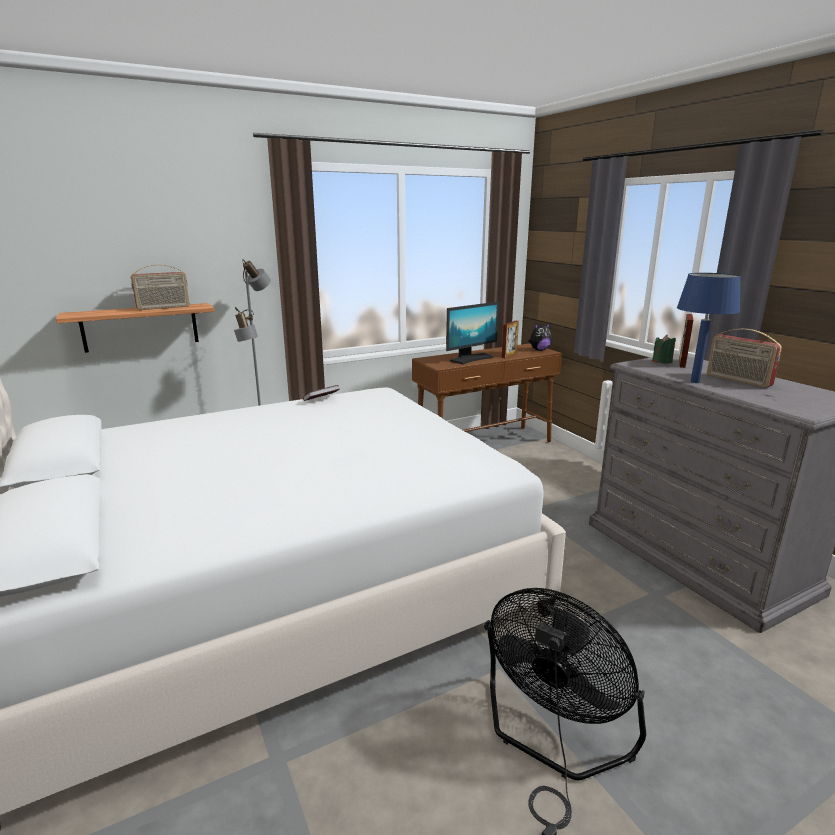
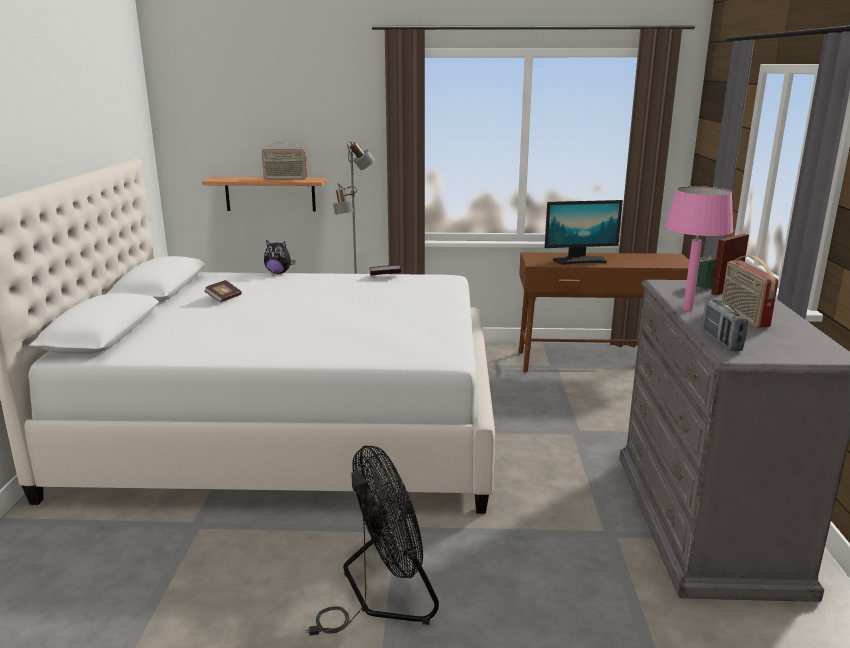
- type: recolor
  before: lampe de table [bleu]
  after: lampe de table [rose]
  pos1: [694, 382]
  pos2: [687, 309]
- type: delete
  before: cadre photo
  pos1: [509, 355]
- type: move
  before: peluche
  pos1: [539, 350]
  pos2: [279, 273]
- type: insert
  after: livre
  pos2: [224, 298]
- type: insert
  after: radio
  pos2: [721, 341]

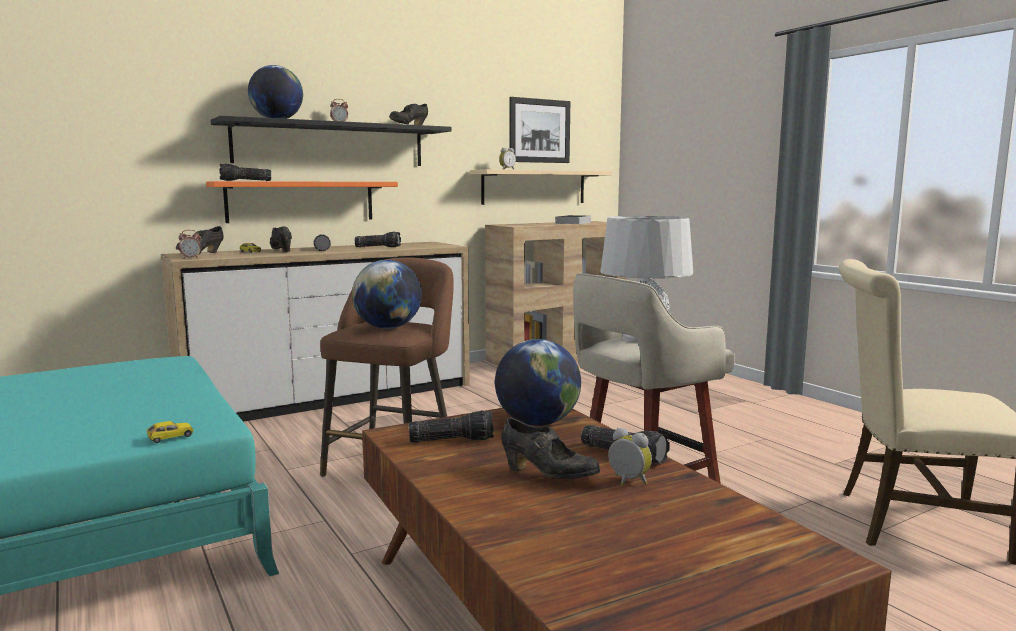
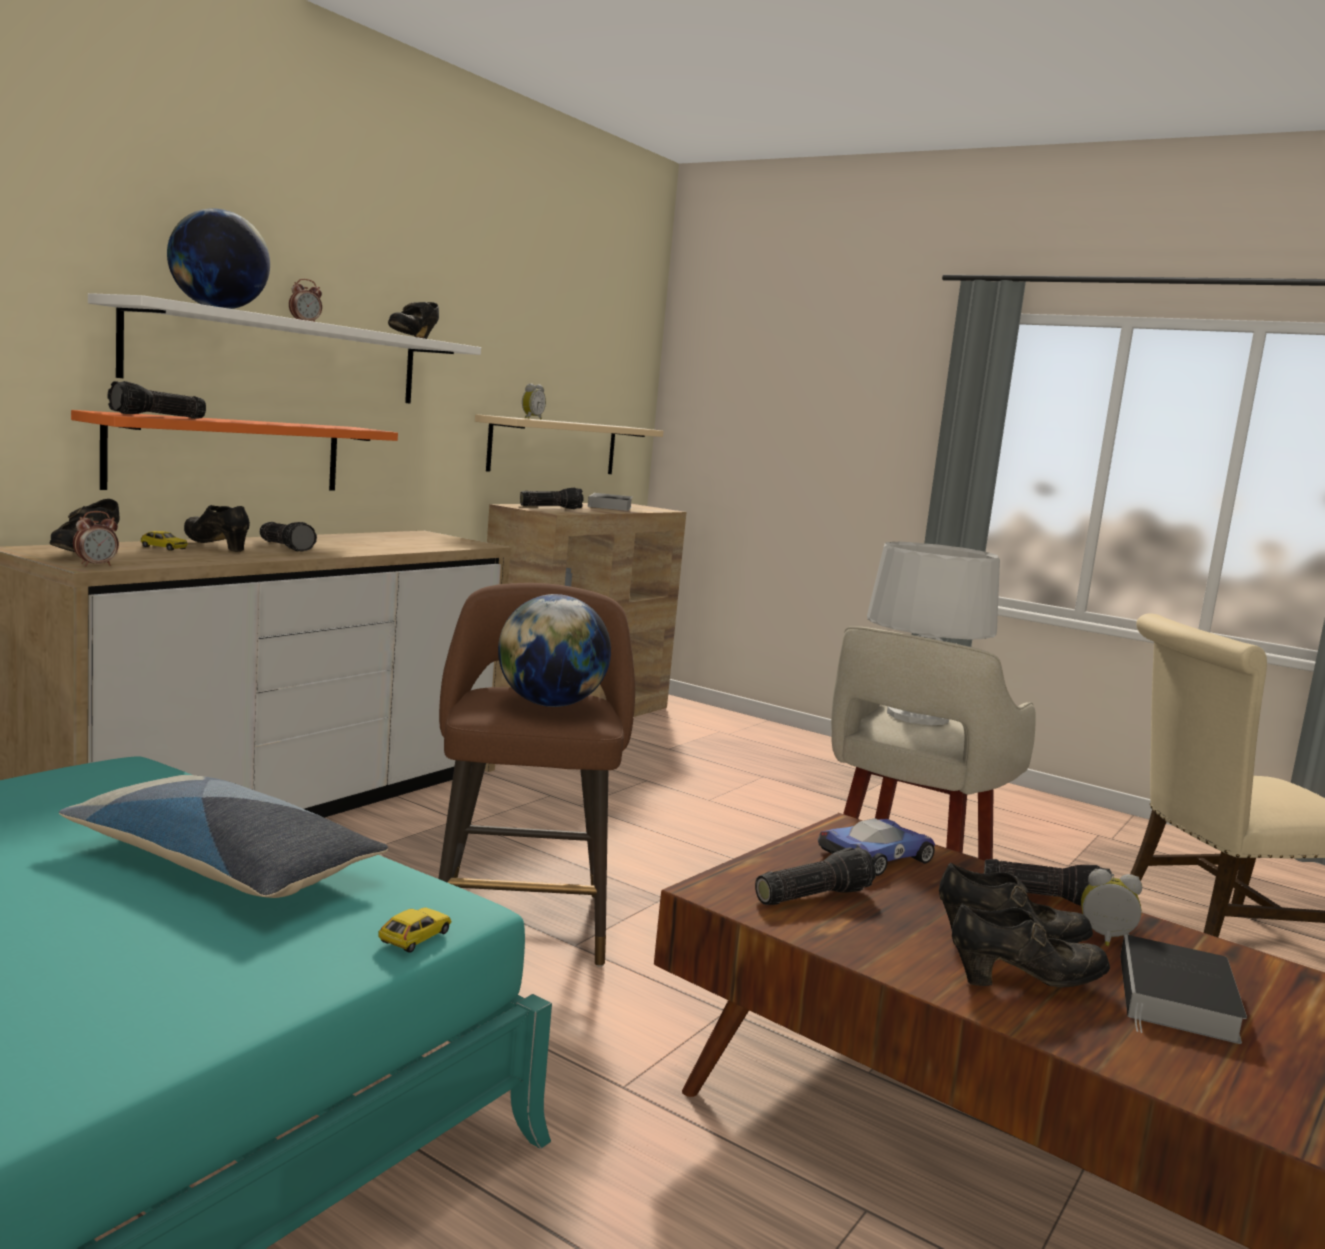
- type: delete
  before: tableau
  pos1: [539, 131]
- type: recolor
  before: étagère [noir]
  after: étagère [blanc]
  pos1: [331, 144]
  pos2: [282, 357]
- type: move
  before: lampe de poche
  pos1: [378, 247]
  pos2: [551, 507]
- type: replace
  before: globe
  after: petite voiture
  pos1: [537, 423]
  pos2: [877, 856]
- type: insert
  after: coussin
  pos2: [221, 864]
- type: insert
  after: chaussure [noir]
  pos2: [1025, 983]
- type: insert
  after: livre
  pos2: [1178, 1000]

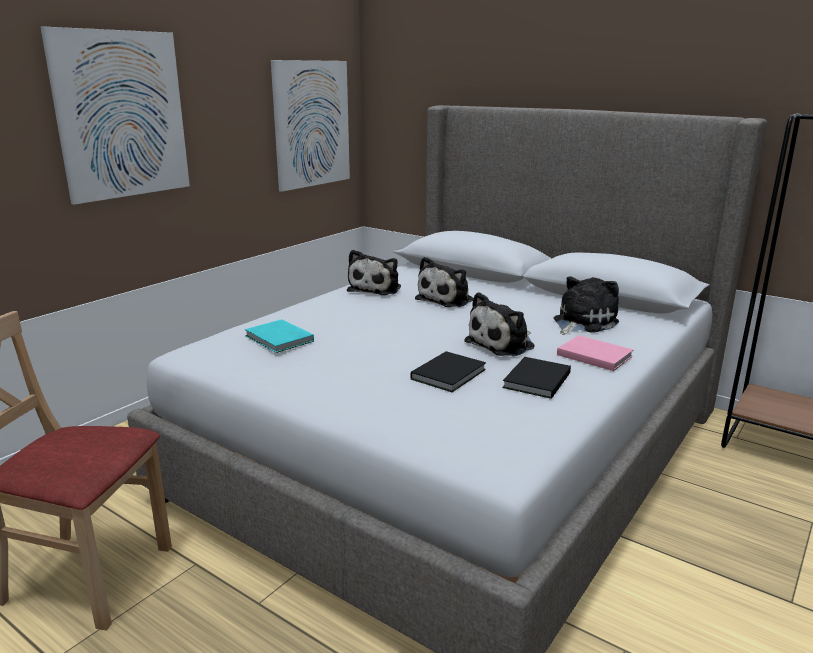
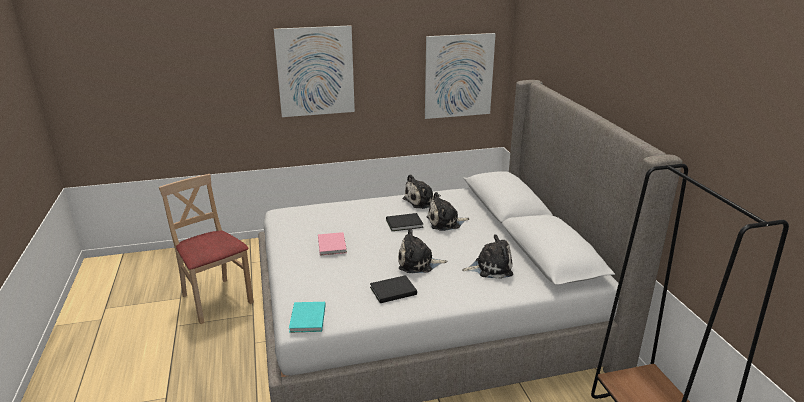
- type: move
  before: livre [turquoise]
  pos1: [279, 339]
  pos2: [307, 319]
- type: move
  before: livre [rose]
  pos1: [593, 355]
  pos2: [332, 245]
- type: move
  before: livre [noir]
  pos1: [450, 374]
  pos2: [405, 224]

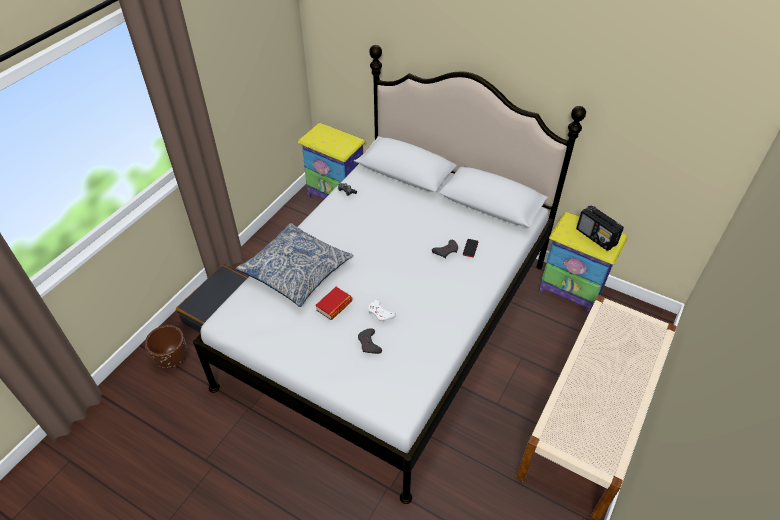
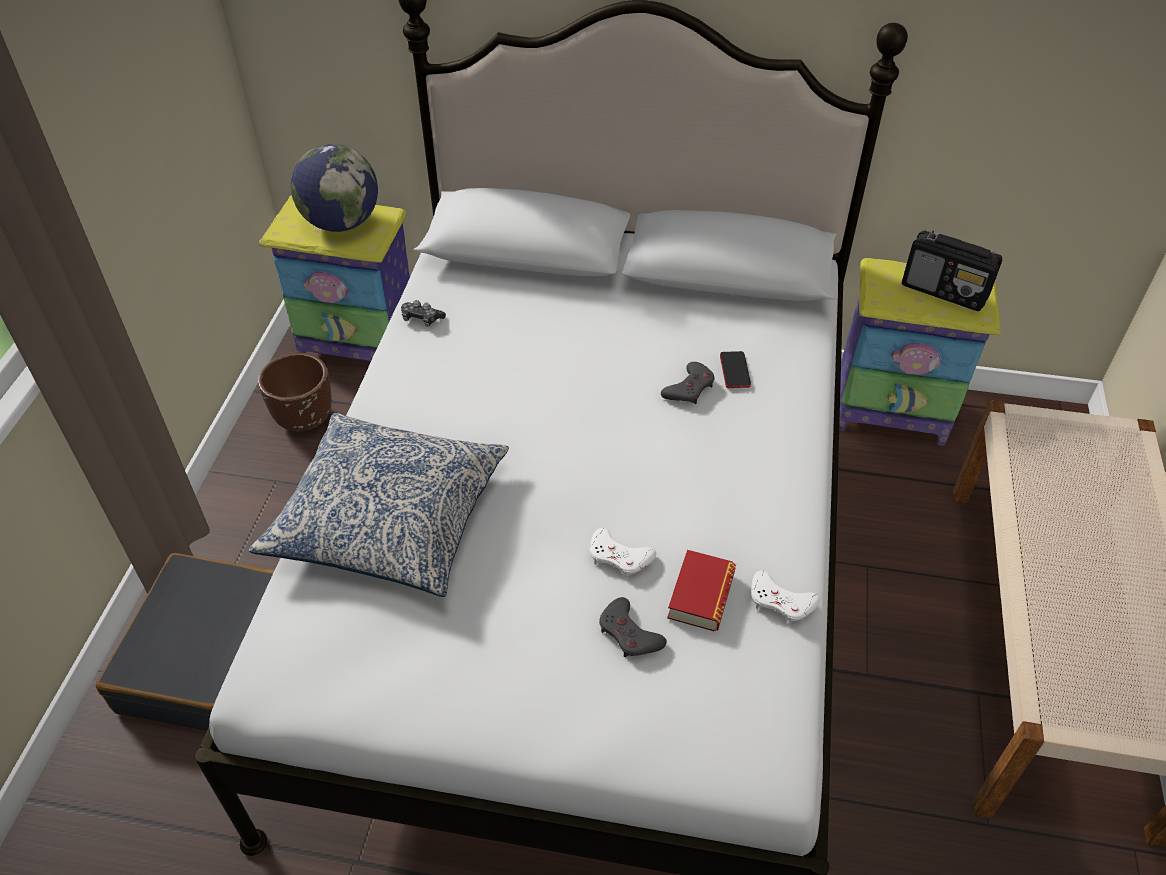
- type: move
  before: livre
  pos1: [334, 306]
  pos2: [701, 595]
- type: move
  before: cache-pot [marron]
  pos1: [172, 359]
  pos2: [304, 419]
- type: insert
  after: globe
  pos2: [341, 223]
- type: insert
  after: manette [blanc]
  pos2: [781, 602]

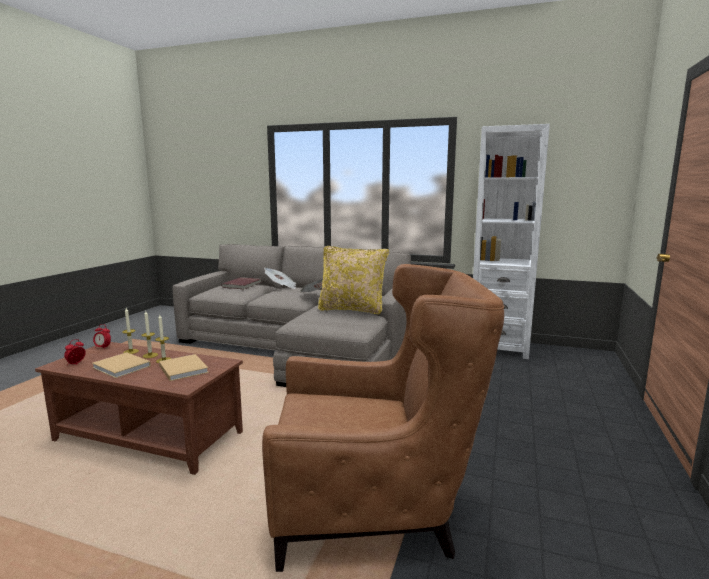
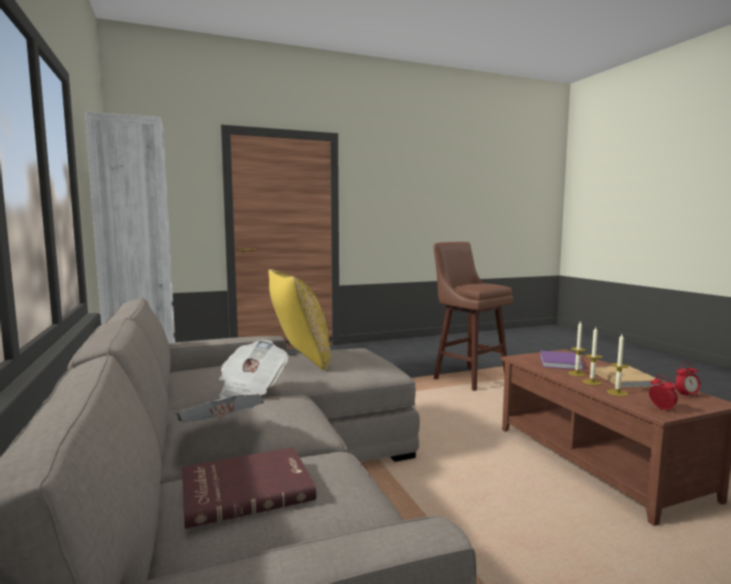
- type: replace
  before: fauteuil [marron]
  after: tabouret [marron]
  pos1: [374, 509]
  pos2: [469, 378]
- type: recolor
  before: livre [beige]
  after: livre [violet]
  pos1: [183, 368]
  pos2: [560, 362]

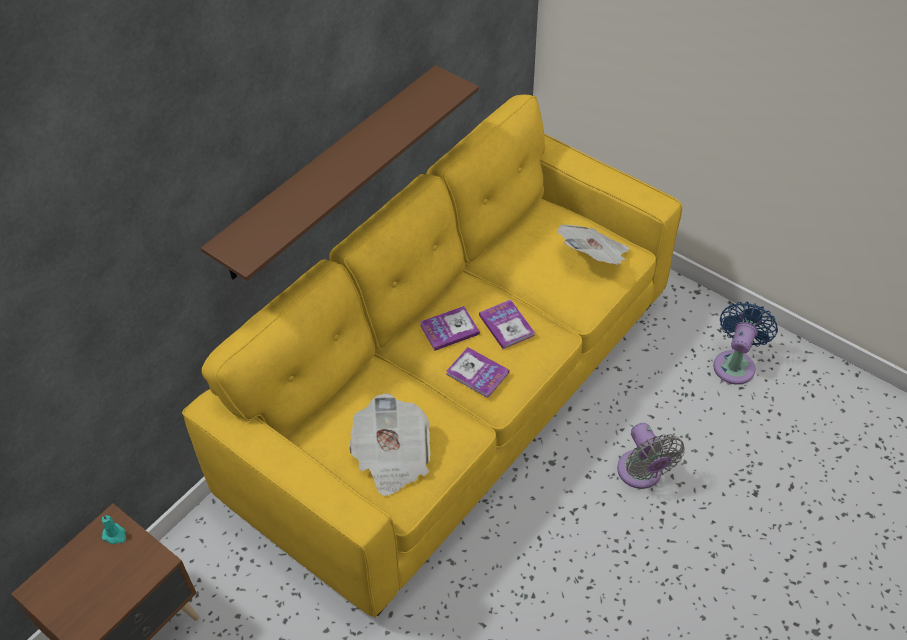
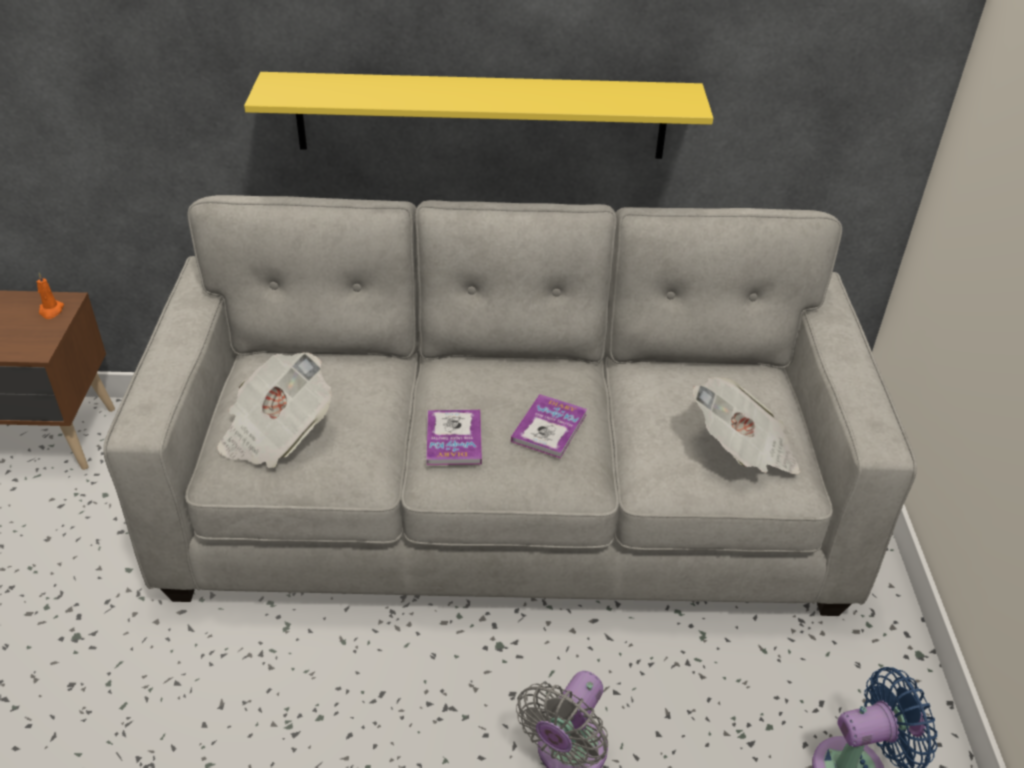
- type: recolor
  before: étagère [marron]
  after: étagère [jaune]
  pos1: [330, 172]
  pos2: [481, 115]
- type: recolor
  before: canapé [jaune]
  after: canapé [gris]
  pos1: [455, 395]
  pos2: [509, 507]
- type: delete
  before: livre
  pos1: [449, 329]
- type: recolor
  before: bougie [turquoise]
  after: bougie [orange]
  pos1: [115, 535]
  pos2: [51, 311]

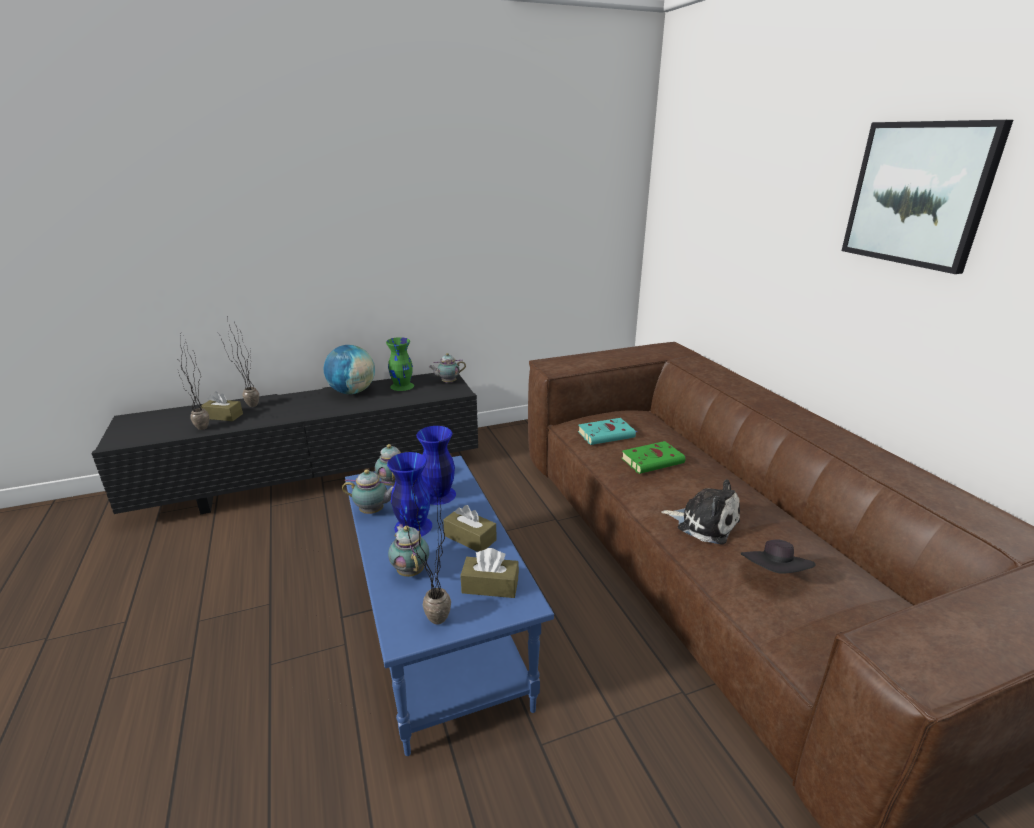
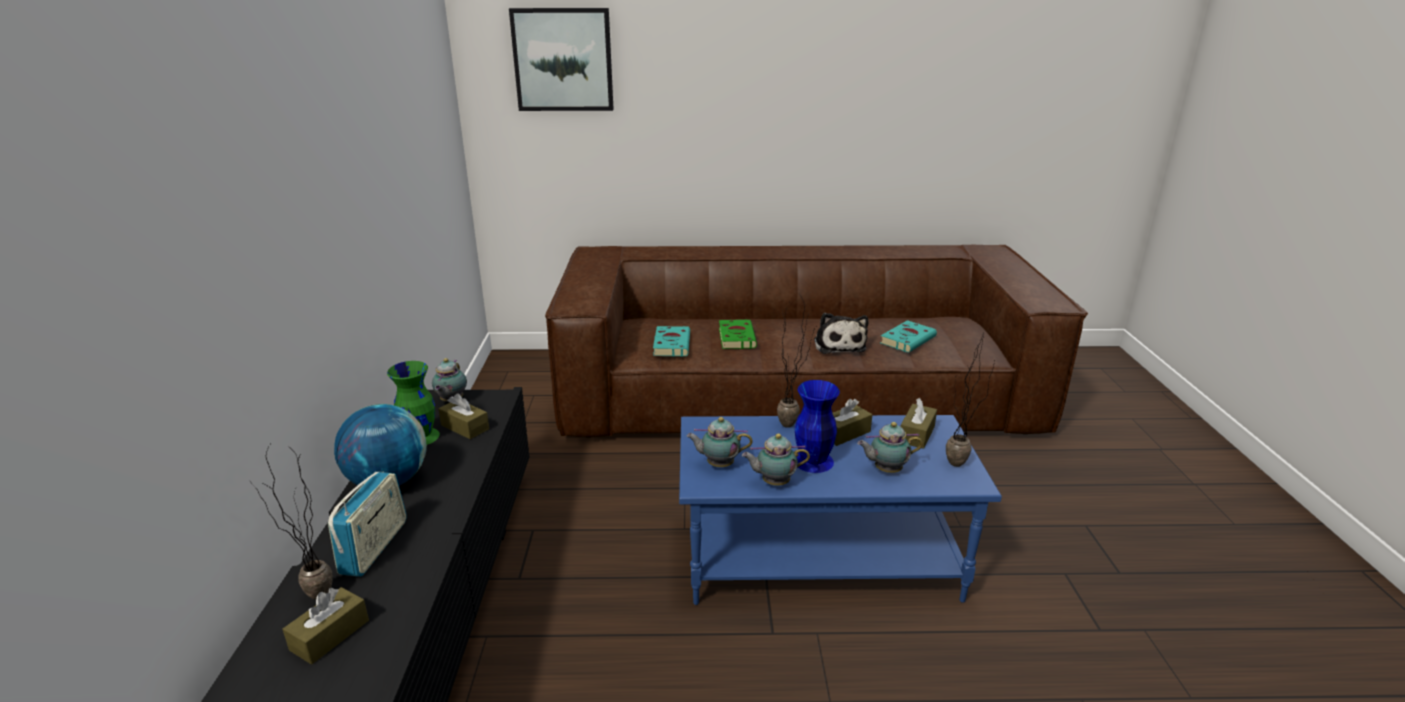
- type: move
  before: tableau
  pos1: [918, 194]
  pos2: [563, 60]
- type: move
  before: plante en pot
  pos1: [203, 430]
  pos2: [794, 424]
- type: delete
  before: vase [bleu]
  pos1: [438, 495]
- type: rotate
  before: théière
  pos1: [373, 511]
  pos2: [773, 482]
  turn: -120
- type: rotate
  before: peluche
  pos1: [704, 523]
  pos2: [839, 344]
  turn: 120
- type: replace
  before: chapeau [noir]
  after: livre [turquoise]
  pos1: [774, 574]
  pos2: [908, 339]
- type: insert
  after: boîte à mouchoirs [marron]
  pos2: [465, 427]
- type: insert
  after: radio
  pos2: [374, 547]

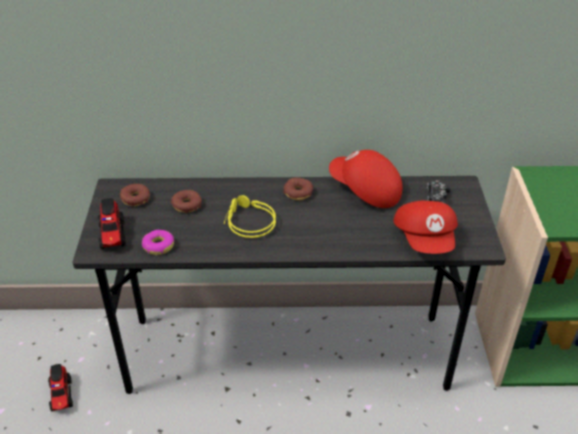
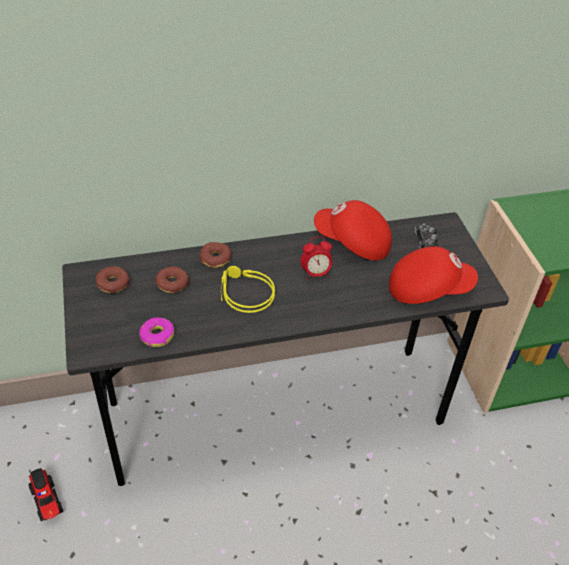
- type: move
  before: beignet
  pos1: [298, 193]
  pos2: [215, 258]
- type: delete
  before: camion jouet
  pos1: [112, 236]
- type: rotate
  before: casquette [rouge]
  pos1: [425, 239]
  pos2: [428, 288]
  turn: -75
- type: insert
  after: réveil
  pos2: [315, 274]

